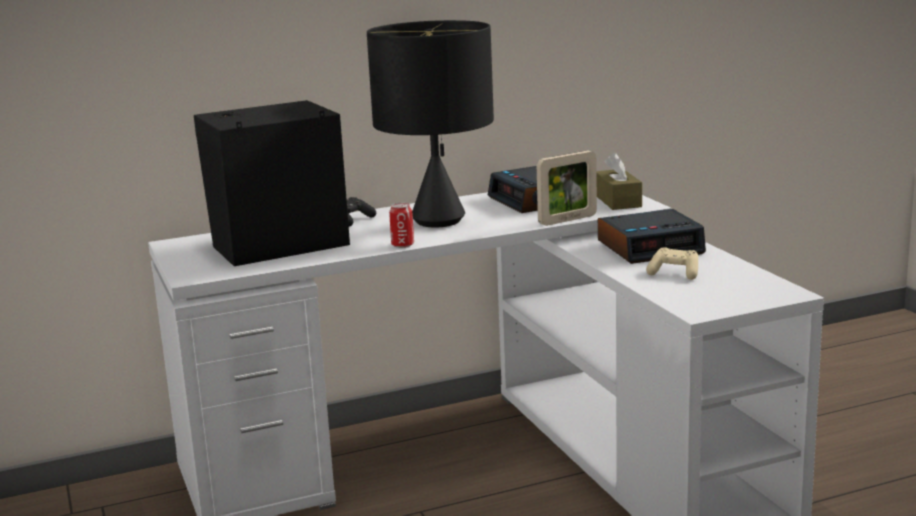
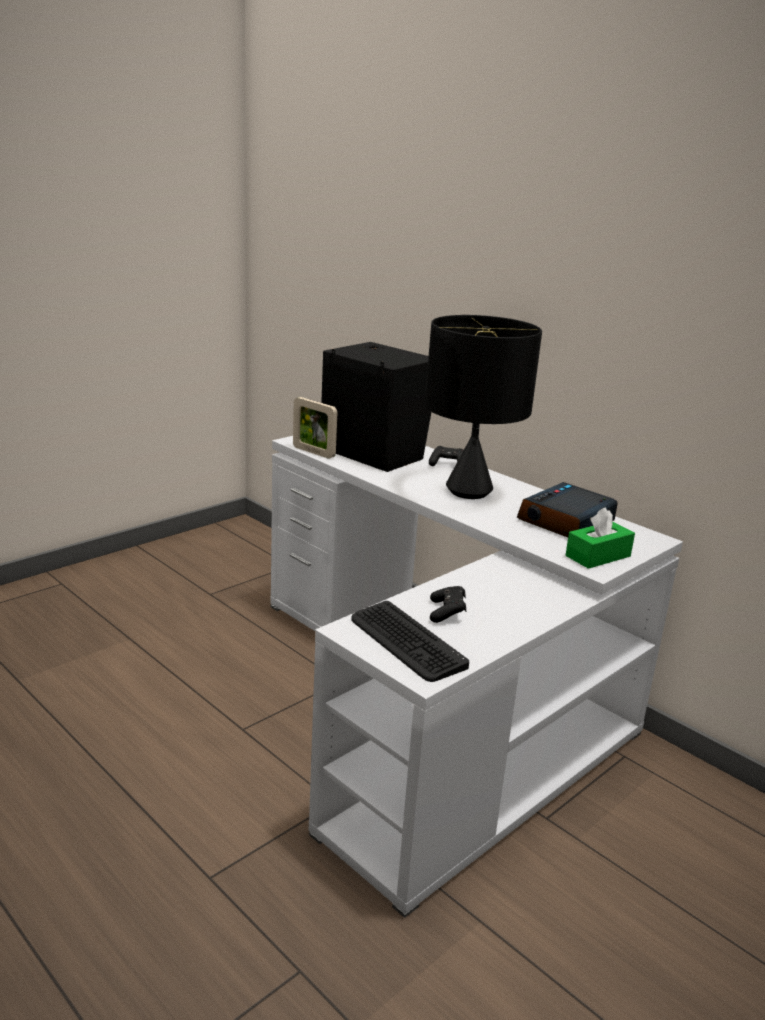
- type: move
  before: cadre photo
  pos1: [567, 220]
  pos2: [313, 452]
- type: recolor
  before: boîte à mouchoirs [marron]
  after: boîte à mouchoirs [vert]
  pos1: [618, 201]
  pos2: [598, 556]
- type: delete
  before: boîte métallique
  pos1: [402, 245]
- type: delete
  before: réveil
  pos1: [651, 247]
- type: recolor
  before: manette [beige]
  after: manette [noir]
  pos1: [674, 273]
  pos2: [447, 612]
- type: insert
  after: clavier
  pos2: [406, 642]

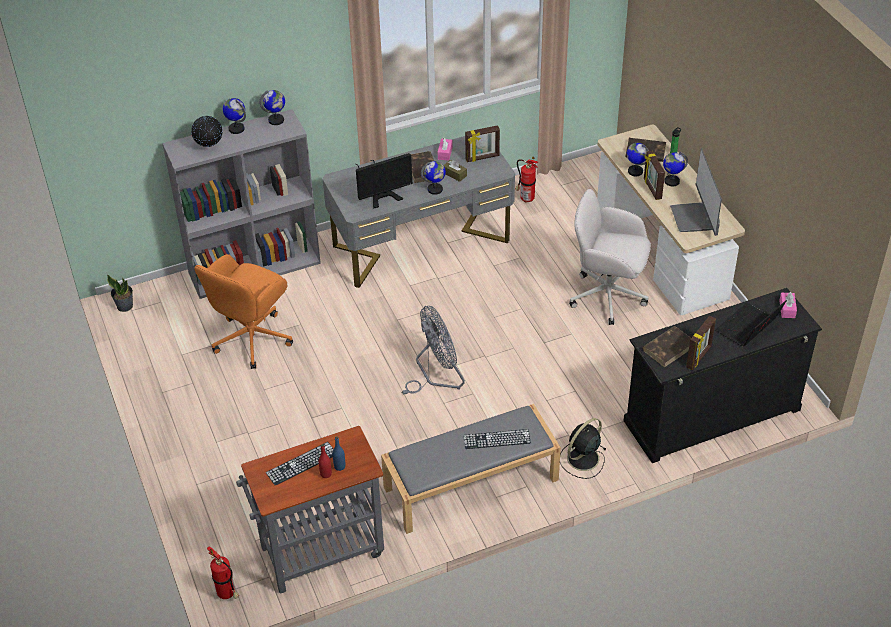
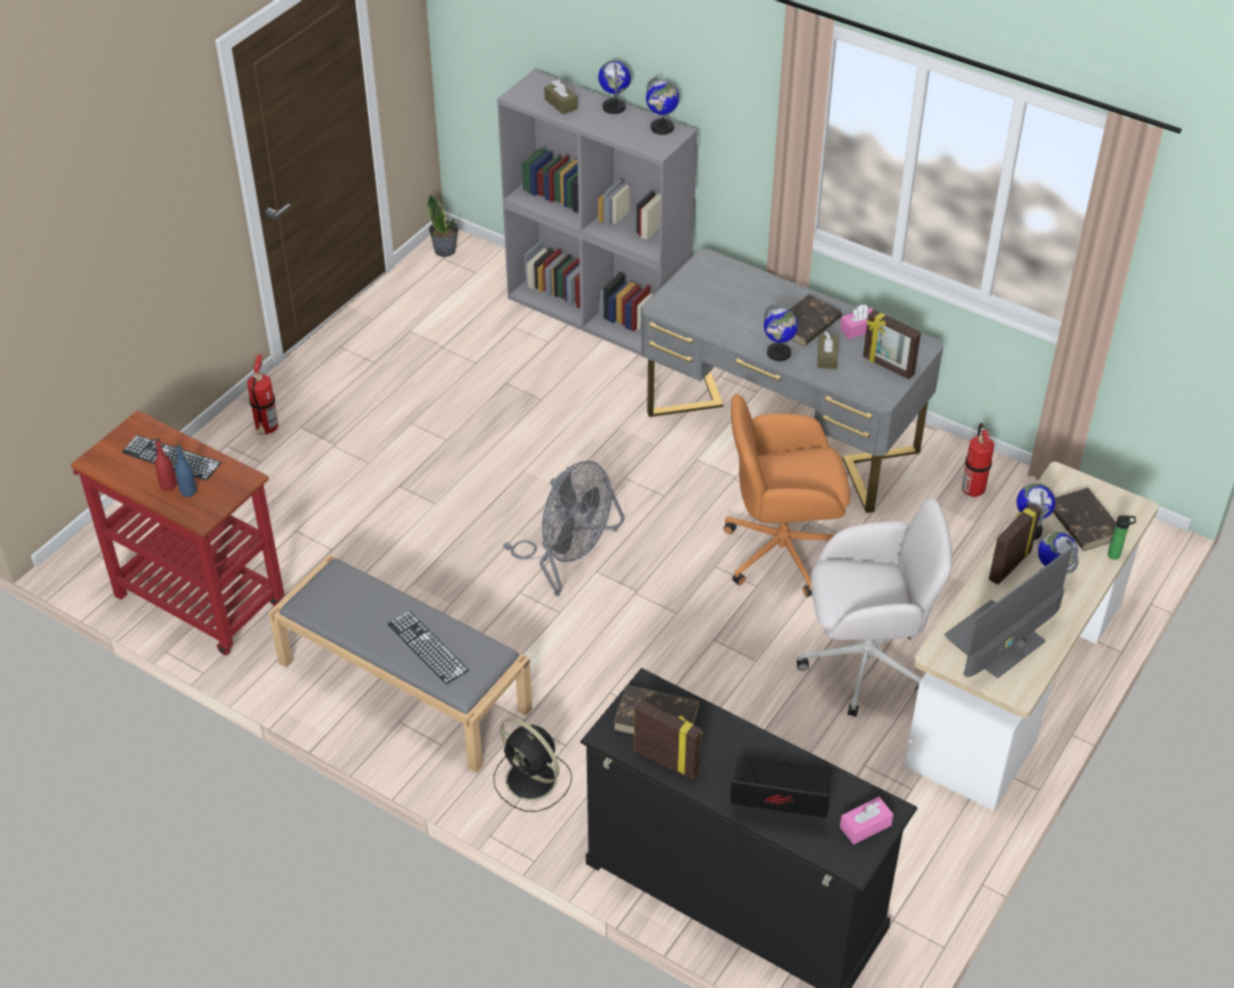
- type: replace
  before: globe
  after: boîte à mouchoirs [marron]
  pos1: [209, 147]
  pos2: [561, 104]
- type: delete
  before: écran d'ordinateur
  pos1: [380, 192]
- type: rotate
  before: chaise de bureau [blanc]
  pos1: [607, 297]
  pos2: [864, 666]
  turn: 105
- type: move
  before: chaise de bureau [orange]
  pos1: [252, 339]
  pos2: [781, 553]
- type: rotate
  before: cadre photo
  pos1: [699, 357]
  pos2: [667, 761]
  turn: -150
- type: rotate
  before: ventilateur [noir]
  pos1: [582, 459]
  pos2: [533, 781]
  turn: -150
- type: recolor
  before: chariot [gris]
  after: chariot [rouge]
  pos1: [320, 552]
  pos2: [197, 600]
- type: move
  before: extincteur
  pos1: [228, 594]
  pos2: [267, 431]

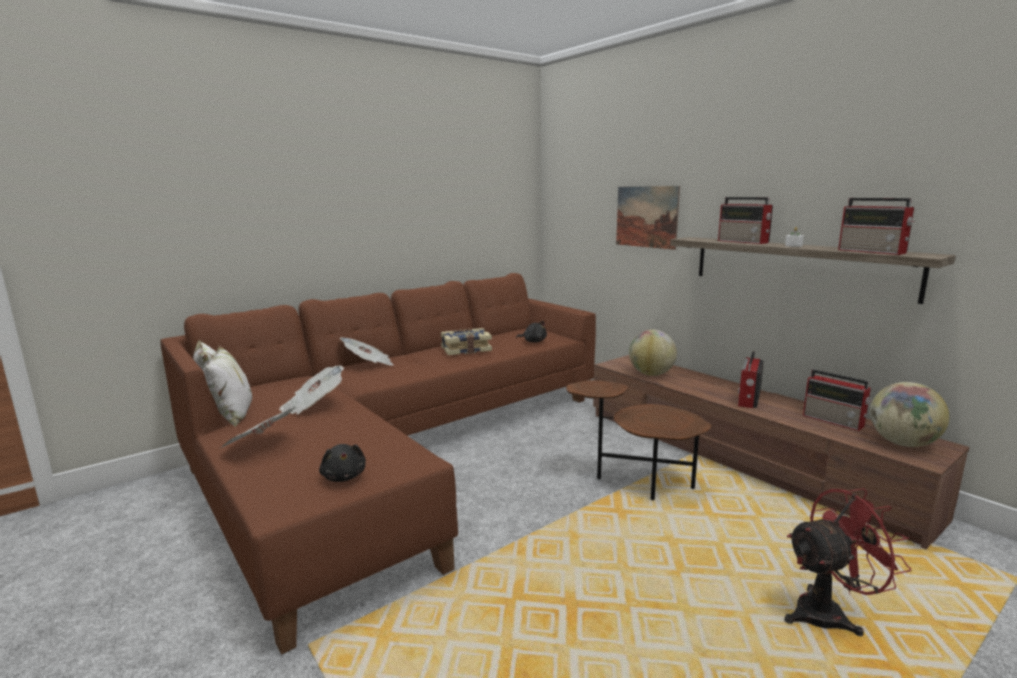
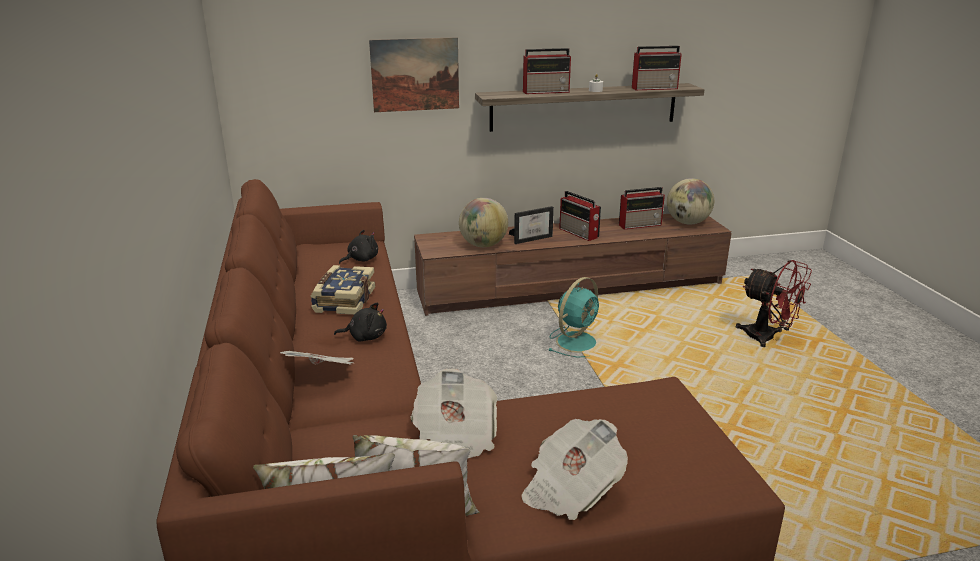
- type: replace
  before: table d'appoint [marron]
  after: ventilateur [turquoise]
  pos1: [639, 483]
  pos2: [578, 341]
- type: move
  before: peluche [noir]
  pos1: [344, 476]
  pos2: [365, 337]
- type: rotate
  before: ventilateur [rouge]
  pos1: [829, 613]
  pos2: [767, 338]
  turn: 120
- type: insert
  after: cadre photo
  pos2: [532, 238]

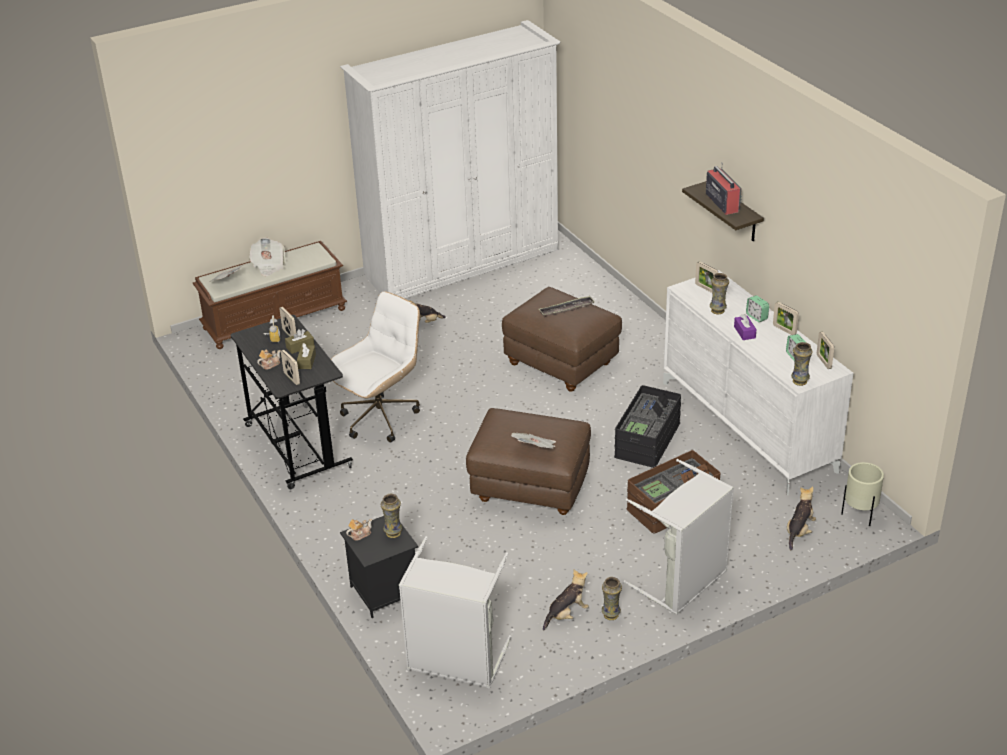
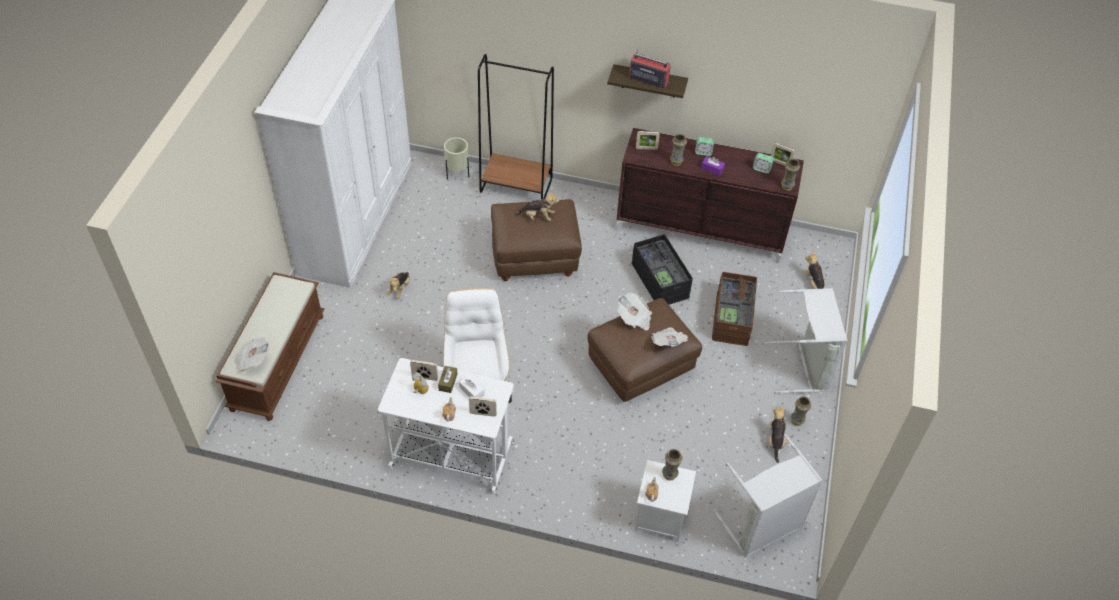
- type: move
  before: journal
  pos1: [268, 266]
  pos2: [634, 318]
- type: recolor
  before: commode [blanc]
  after: commode [marron]
  pos1: [748, 426]
  pos2: [700, 229]
- type: replace
  before: plateau
  after: peluche
  pos1: [566, 309]
  pos2: [537, 216]
- type: delete
  before: cadre photo
  pos1: [784, 330]
- type: recolor
  before: bureau [noir]
  after: bureau [blanc]
  pos1: [297, 446]
  pos2: [451, 455]
- type: recolor
  before: boîte à mouchoirs [marron]
  after: boîte à mouchoirs [blanc]
  pos1: [307, 361]
  pos2: [472, 391]
- type: move
  before: cache-pot [beige]
  pos1: [859, 515]
  pos2: [457, 174]
- type: recolor
  before: table de chevet [noir]
  after: table de chevet [blanc]
  pos1: [382, 592]
  pos2: [659, 518]
- type: insert
  after: portant
  pos2: [516, 186]

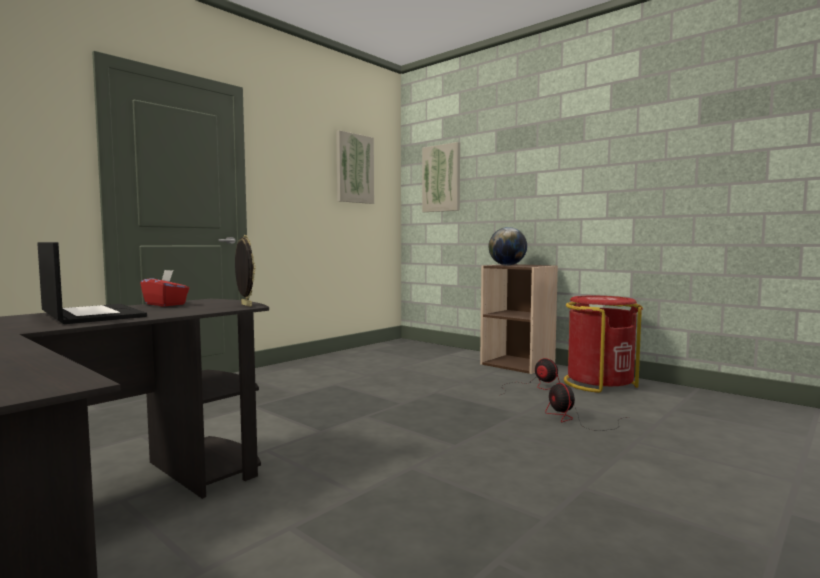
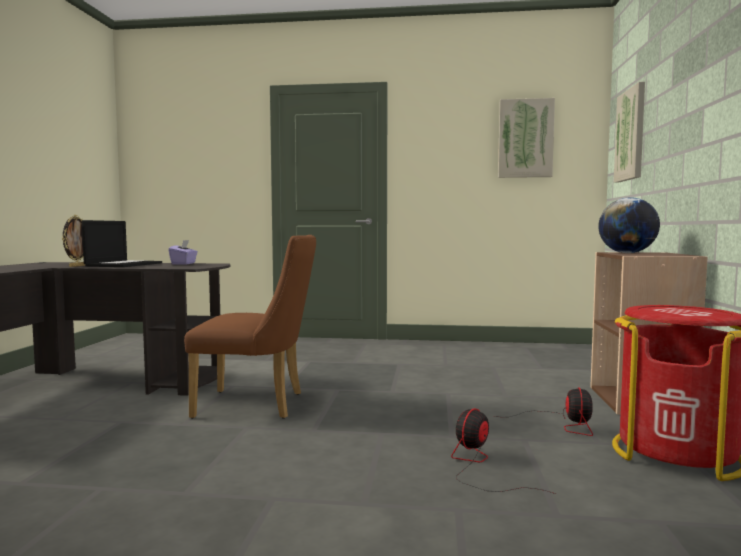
- type: move
  before: cadre photo
  pos1: [245, 305]
  pos2: [76, 266]
- type: recolor
  before: boîte à mouchoirs [rouge]
  after: boîte à mouchoirs [violet]
  pos1: [165, 304]
  pos2: [184, 263]
- type: insert
  after: chaise [marron]
  pos2: [258, 405]

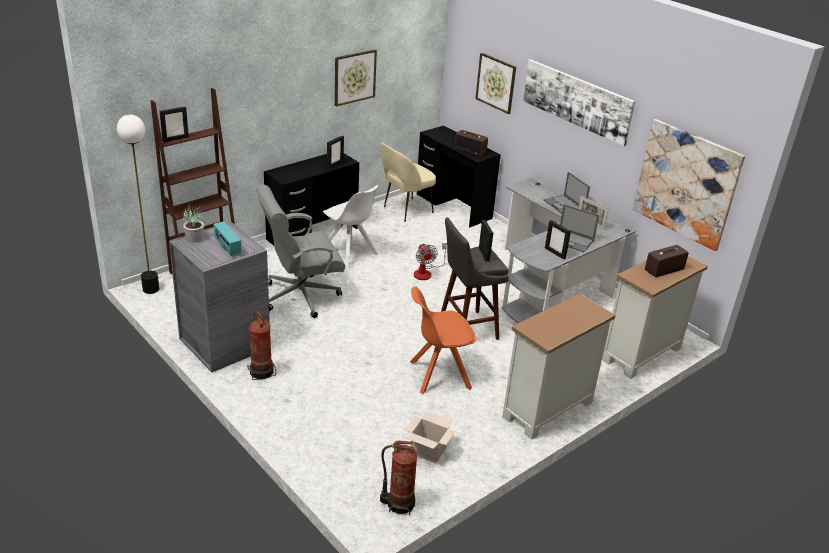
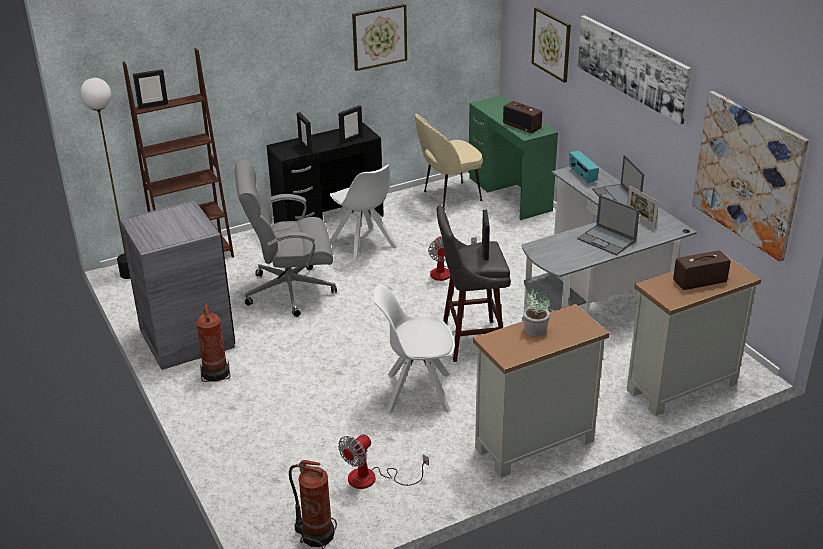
- type: recolor
  before: bureau [noir]
  after: bureau [vert]
  pos1: [453, 206]
  pos2: [509, 194]
- type: move
  before: plante en pot
  pos1: [195, 238]
  pos2: [535, 329]
- type: move
  before: cadre photo
  pos1: [555, 253]
  pos2: [306, 147]
- type: move
  before: radio
  pos1: [227, 247]
  pos2: [582, 175]
- type: recolor
  before: chaise [orange]
  after: chaise [blanc]
  pos1: [438, 375]
  pos2: [416, 392]
- type: replace
  before: carton
  after: ventilateur
  pos1: [429, 451]
  pos2: [372, 479]

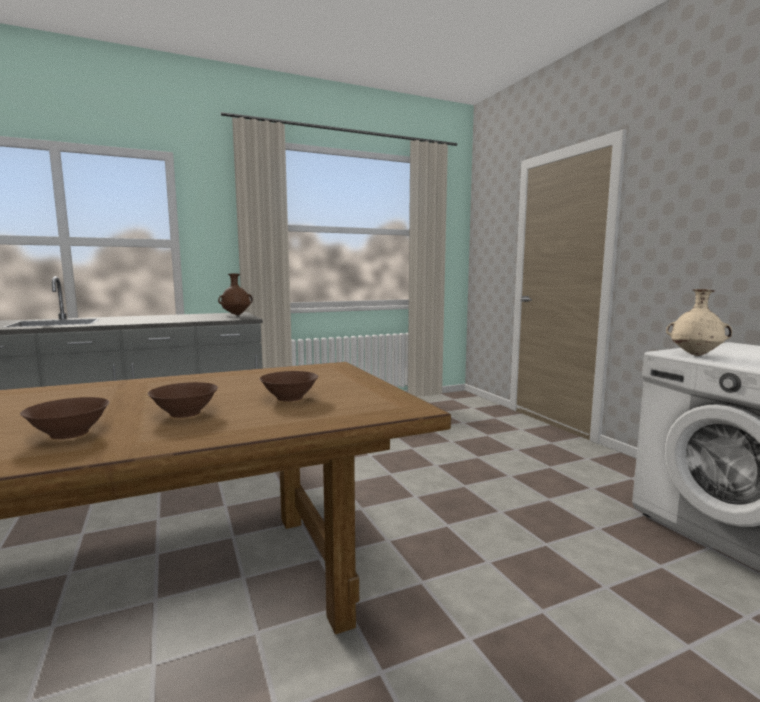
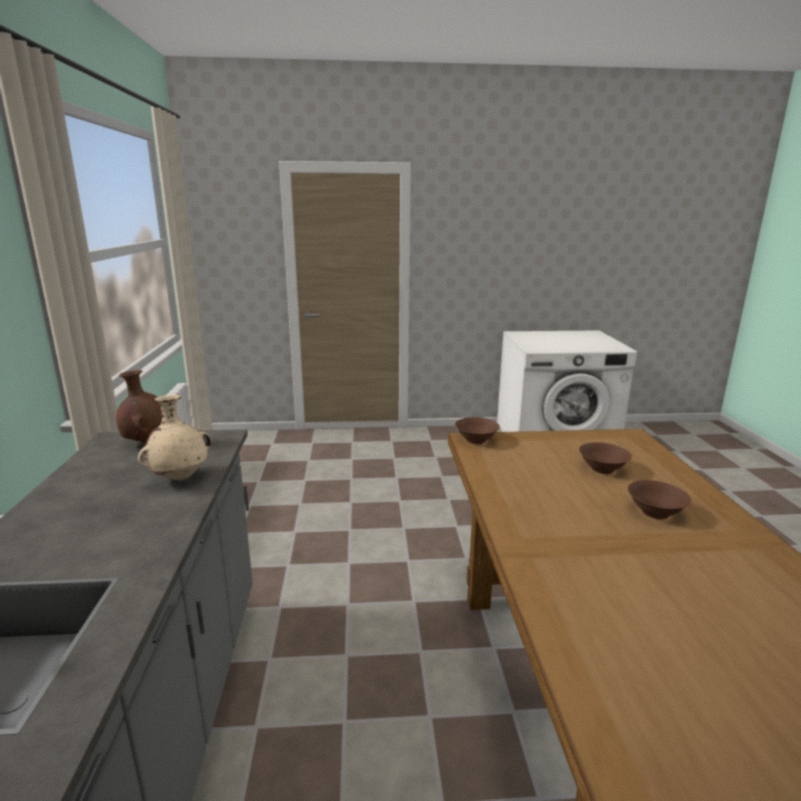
- type: move
  before: vase [beige]
  pos1: [696, 355]
  pos2: [180, 477]
- type: move
  before: bol [marron]
  pos1: [69, 433]
  pos2: [475, 440]

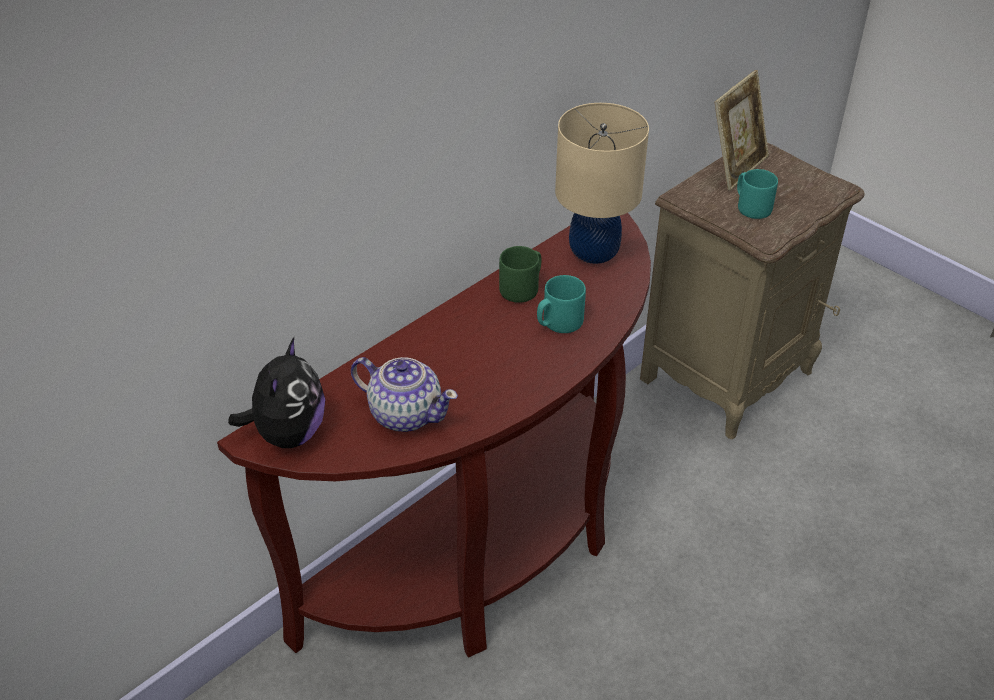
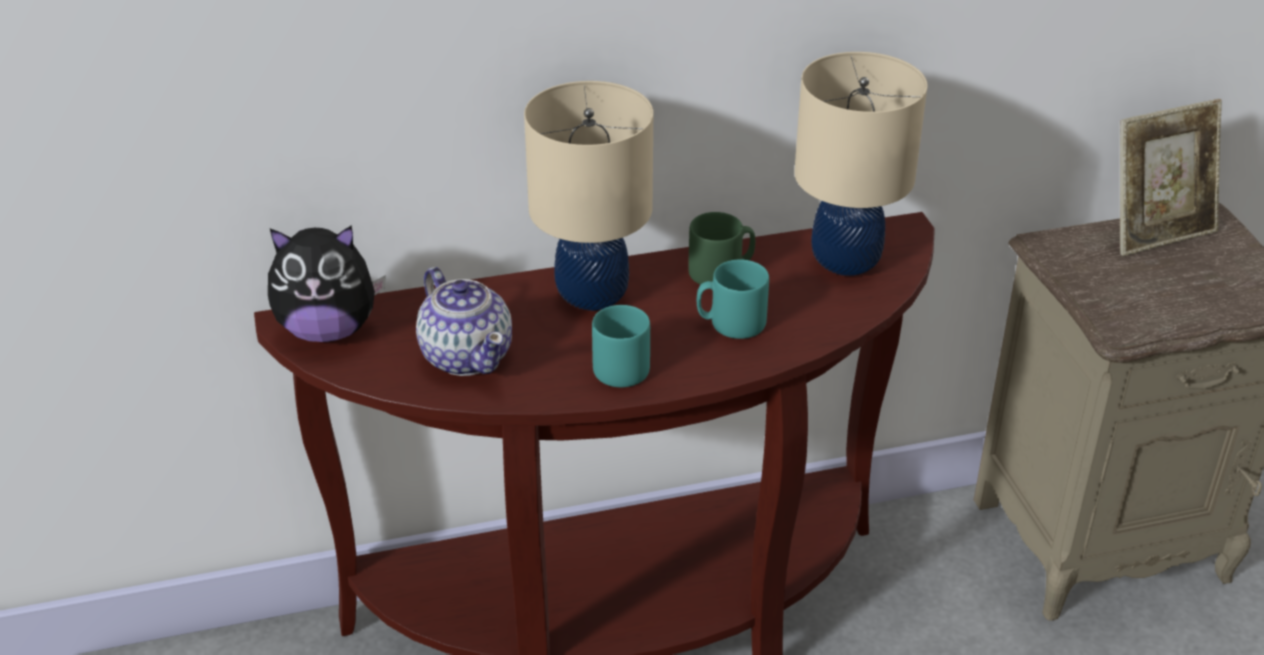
- type: move
  before: mug [turquoise]
  pos1: [751, 207]
  pos2: [621, 365]
- type: rotate
  before: peluche
  pos1: [288, 434]
  pos2: [328, 330]
  turn: 45
- type: insert
  after: lampe de table [beige]
  pos2: [594, 295]

